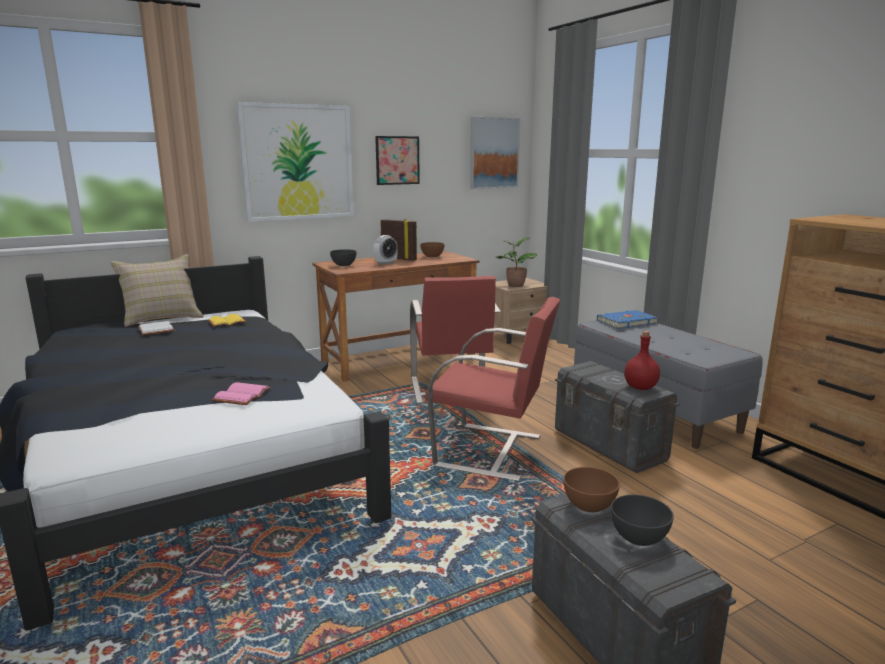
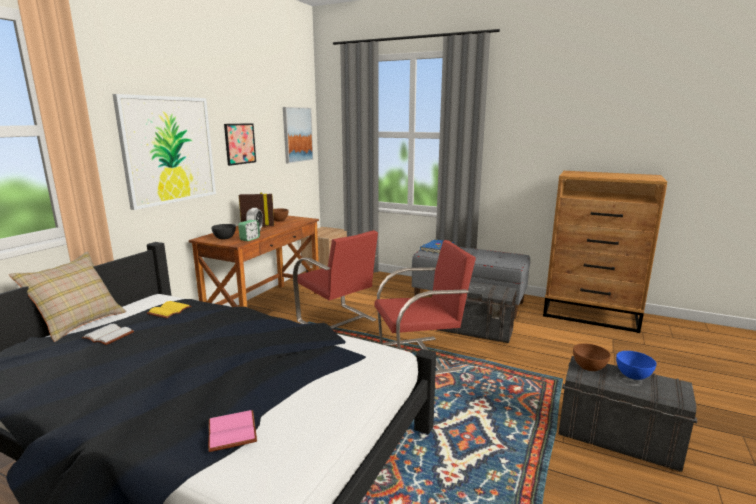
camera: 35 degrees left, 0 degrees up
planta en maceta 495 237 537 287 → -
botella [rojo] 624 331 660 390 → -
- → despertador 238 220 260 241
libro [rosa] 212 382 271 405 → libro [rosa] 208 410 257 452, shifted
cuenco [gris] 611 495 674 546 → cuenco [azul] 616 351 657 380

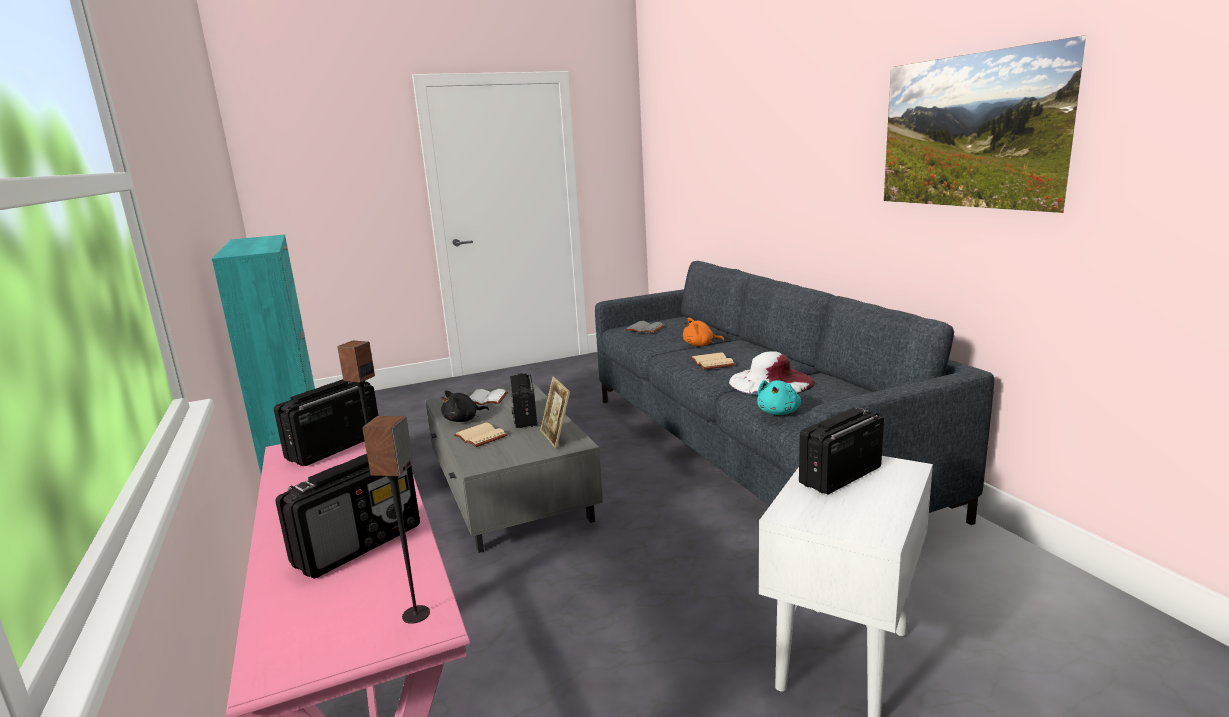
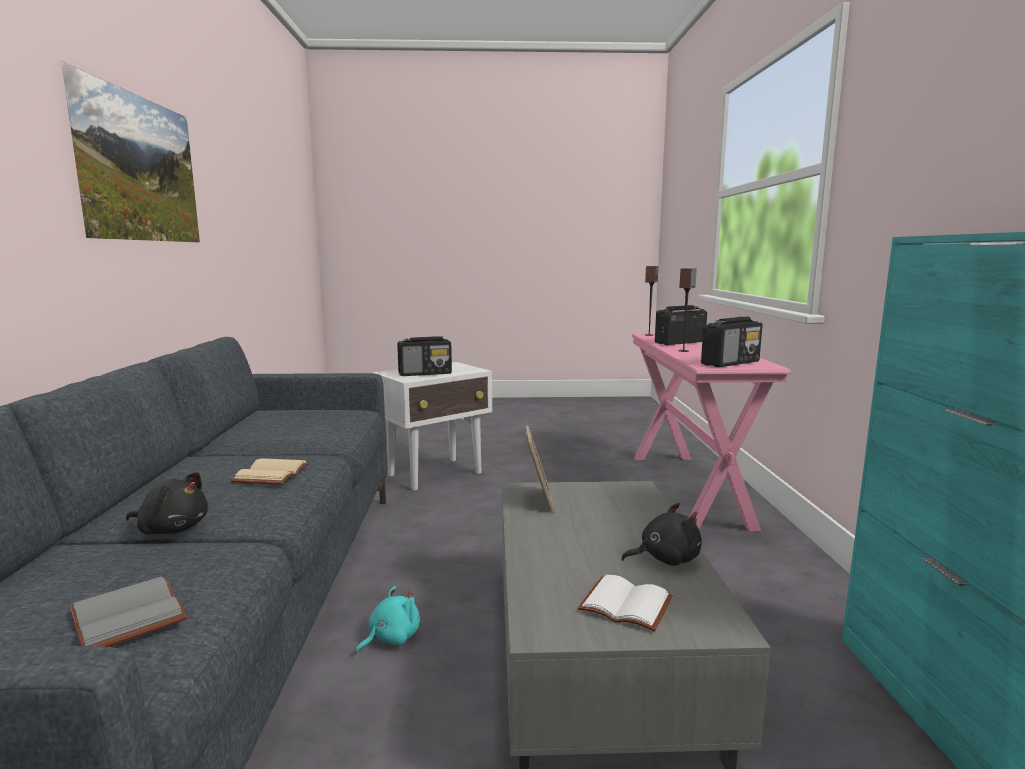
camera: 160 degrees left, 5 degrees down
libro [beis] 454 423 508 447 → -
radio 510 373 537 428 → -
sombrero [blanco] 729 351 815 395 → -
peluche [turquesa] 757 380 801 415 → peluche [turquesa] 355 586 420 654, shifted
peluche [naranja] 683 318 724 346 → peluche [negro] 126 472 208 534

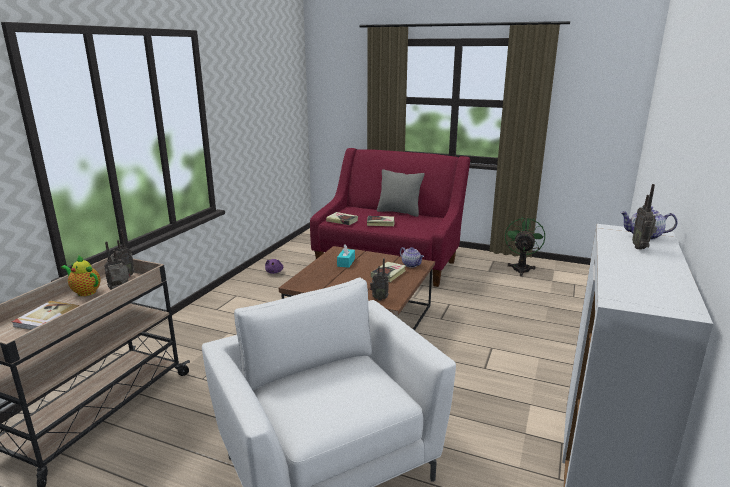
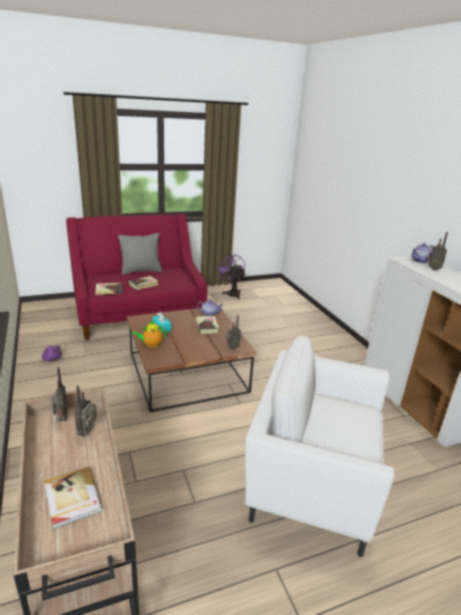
camera: 45 degrees left, 5 degrees up
tetera 61 256 101 296 → tetera 132 320 167 348, shifted
ventilador [verde] 505 217 545 276 → ventilador [morado] 217 254 245 299

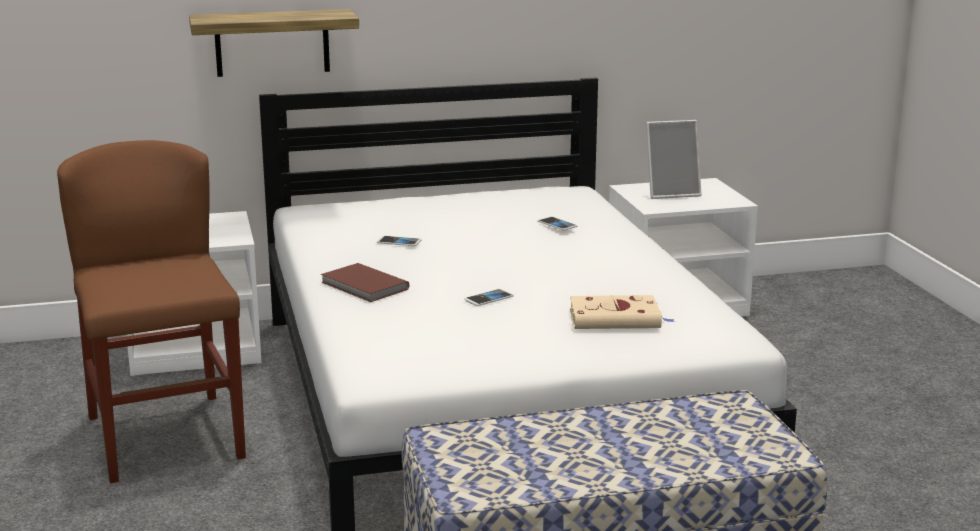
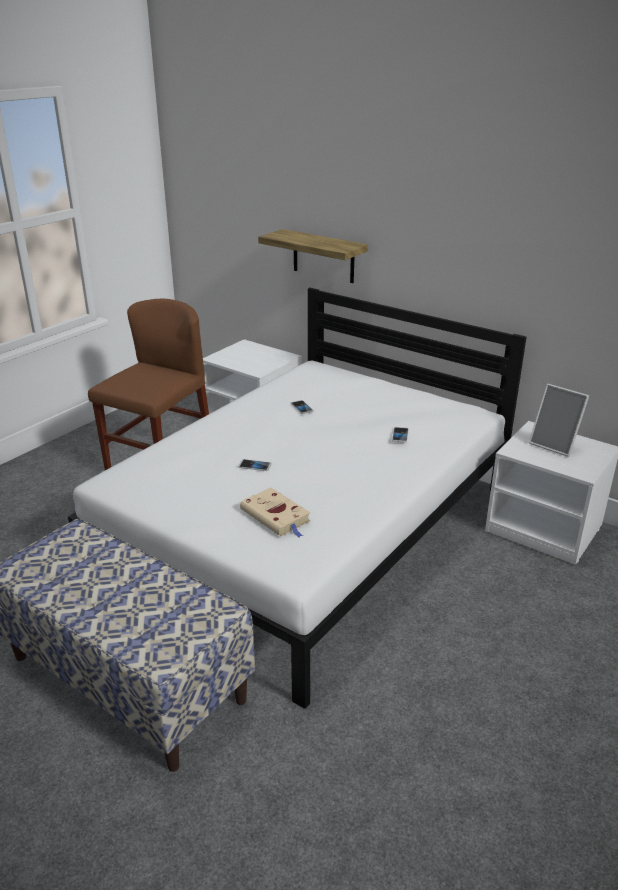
camera: 50 degrees right, 10 degrees up
libro [marrón] 321 263 409 302 → -

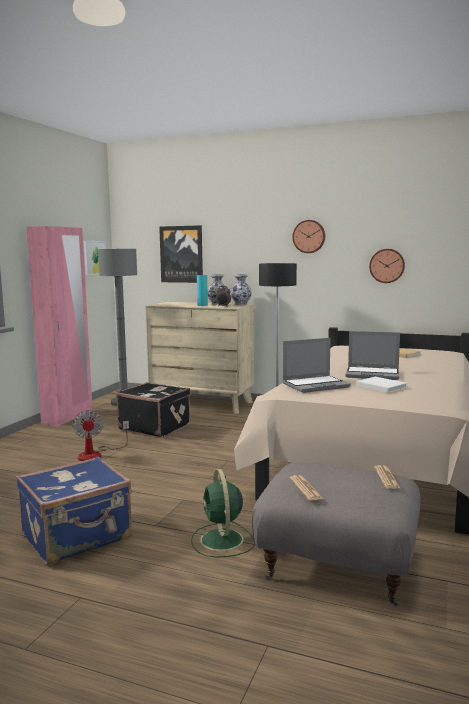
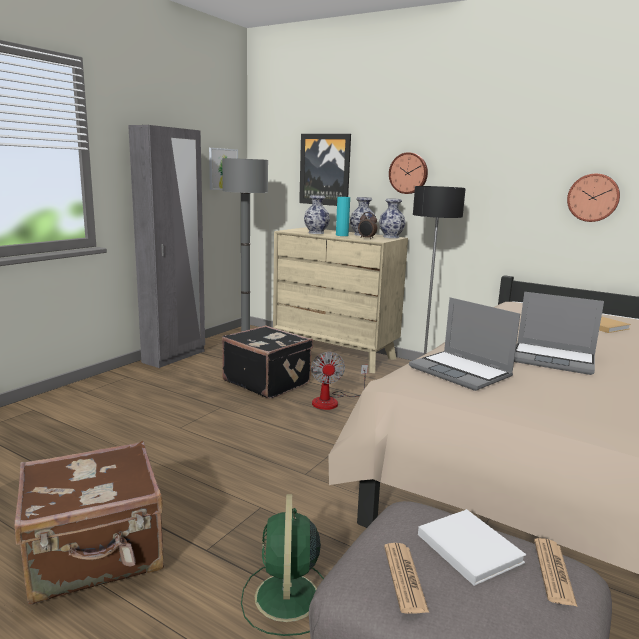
camera: 10 degrees right, 5 degrees up
- → florero 304 195 330 234
ventilador 73 410 129 461 → ventilador 311 352 368 410, shifted
reloj de pared 292 220 325 253 → reloj de pared 389 152 428 194, shifted
libro [blanco] 356 377 407 393 → libro [blanco] 418 509 526 586, shifted
maleta [azul] 16 456 132 565 → maleta [marrón] 15 441 164 605
armario ropero [rosa] 27 226 92 426 → armario ropero [gris] 128 125 205 368
portátil 282 338 351 393 → portátil 409 297 520 391, 60 degrees clockwise

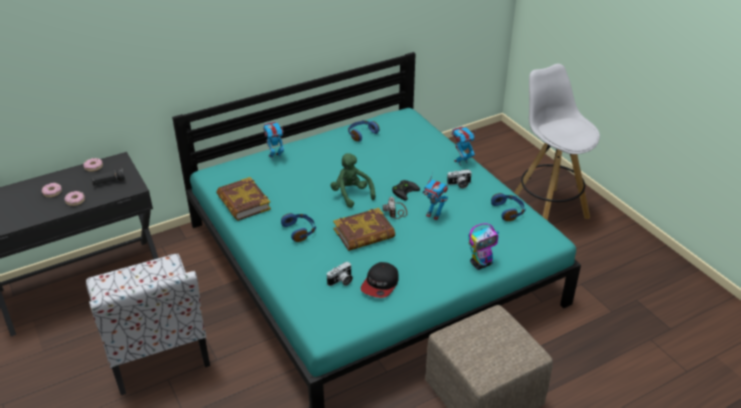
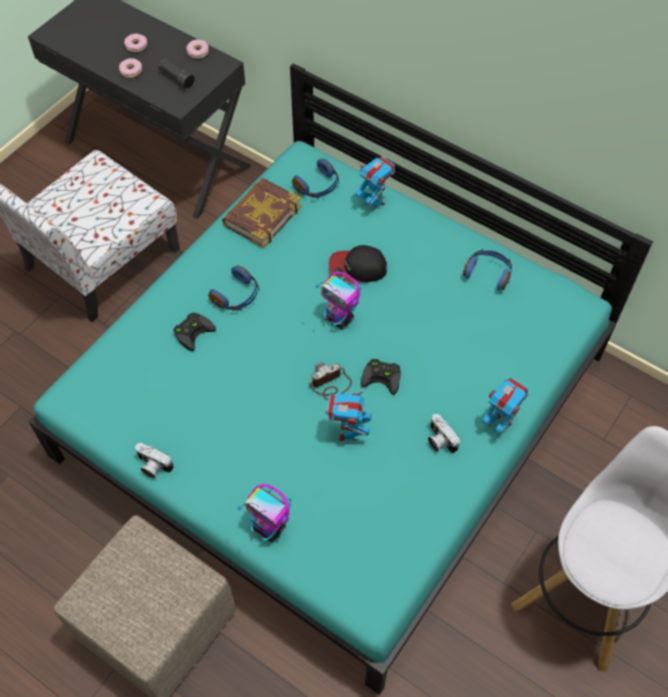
camera: 65 degrees right, 20 degrees up
libro 333 208 395 251 → -
- → mando de consola [negro] 173 312 216 351
cámara 327 262 353 286 → cámara 135 443 174 478, shifted
gorra 361 262 399 298 → gorra 329 245 387 283, shifted
auriculares [azul] 491 193 526 221 → auriculares [azul] 292 159 339 198, shifted
peluche [verde] 330 153 375 208 → robot de juguete 316 272 361 329

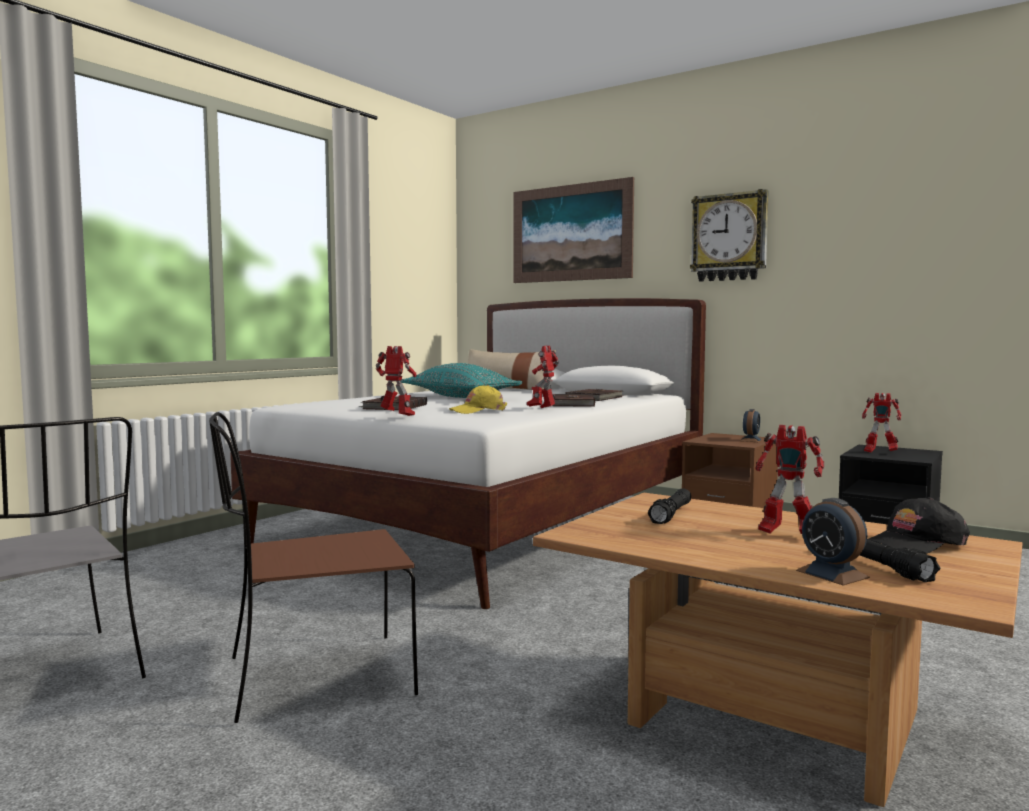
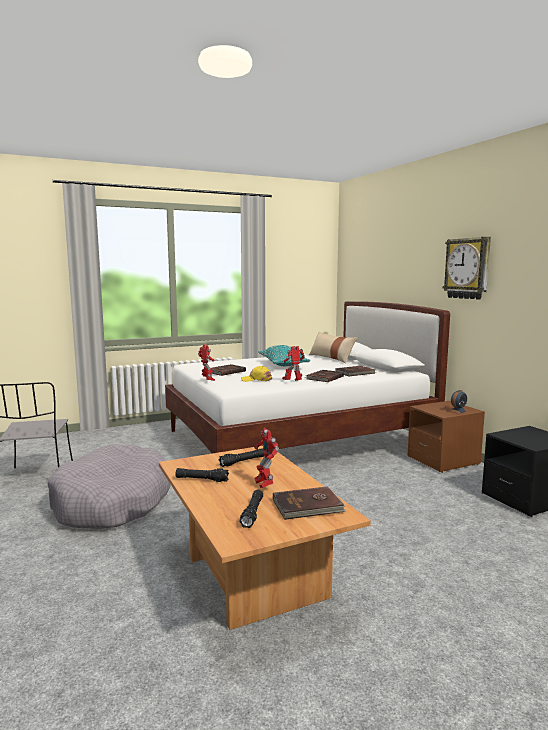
camera: 30 degrees right, 5 degrees up
cuadro 513 177 634 283 → -
despertador 796 498 870 585 → -
robot de juguete 862 393 901 453 → -
- → linterna [negro] 175 468 229 482
silla [marrón] 209 412 418 723 → cama para perro [gris] 47 444 171 529
gorra [negro] 867 497 970 554 → libro [marrón] 273 486 346 520

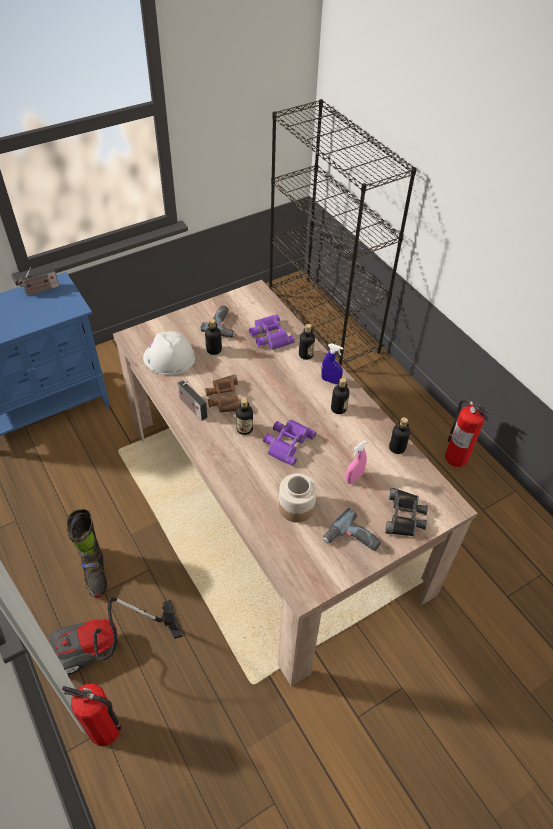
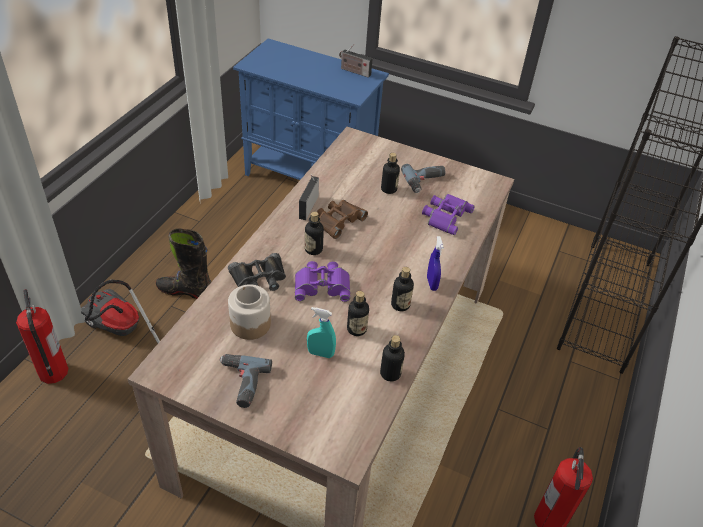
camera: 55 degrees right, 5 degrees down
casco [blanco] 143 331 195 375 → -
botella 299 324 315 360 → botella 347 291 369 336, shifted
prismáticos [negro] 385 488 428 536 → prismáticos [negro] 228 253 286 291, shifted
pulverizador [rosa] 346 441 367 484 → pulverizador [turquesa] 307 307 336 358
bota [negro] 67 509 107 598 → bota [negro] 155 228 211 299, 60 degrees clockwise

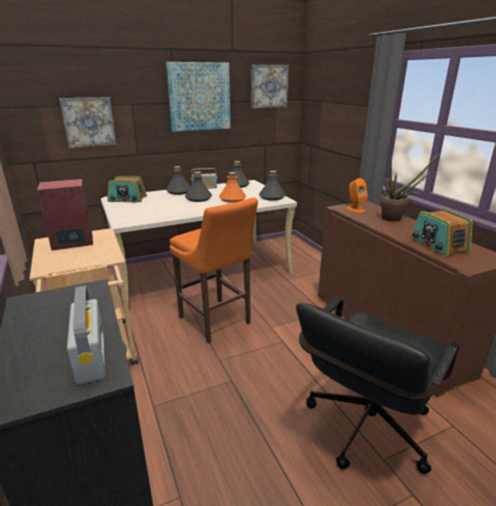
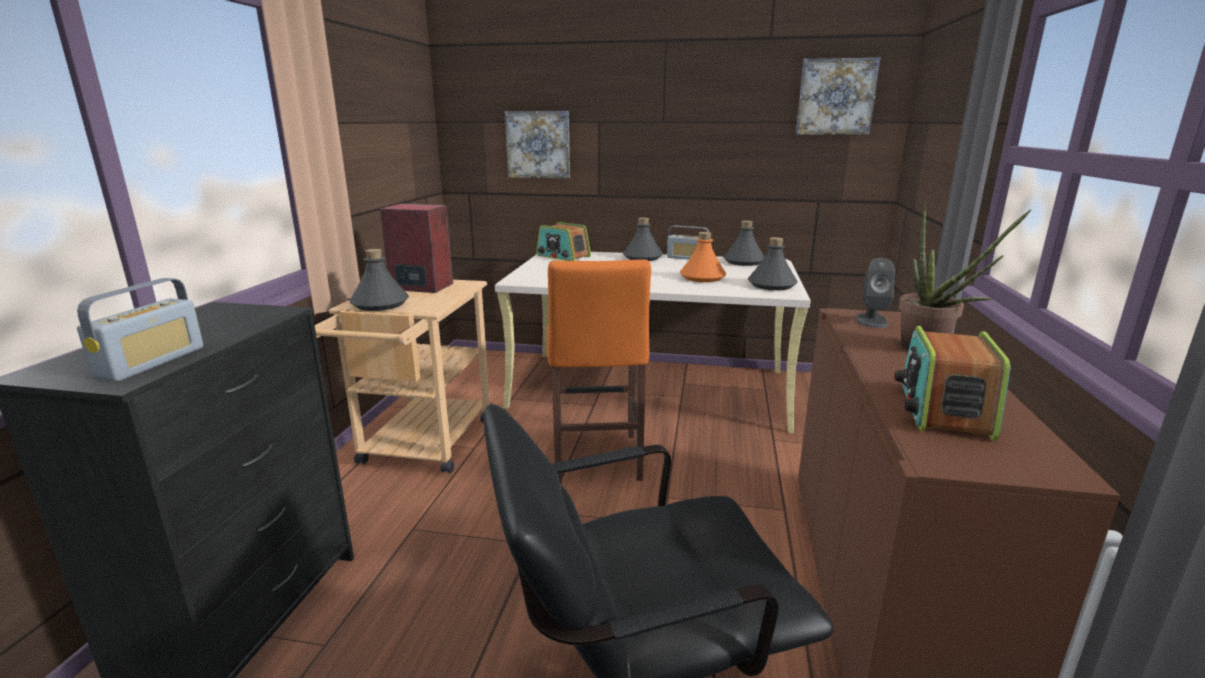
camera: 35 degrees right, 5 degrees down
cuadro 166 62 230 132 → -
botella [gris] 185 171 212 202 → botella [gris] 349 249 409 311, shifted
altavoz [naranja] 346 178 368 213 → altavoz [gris] 856 258 895 328

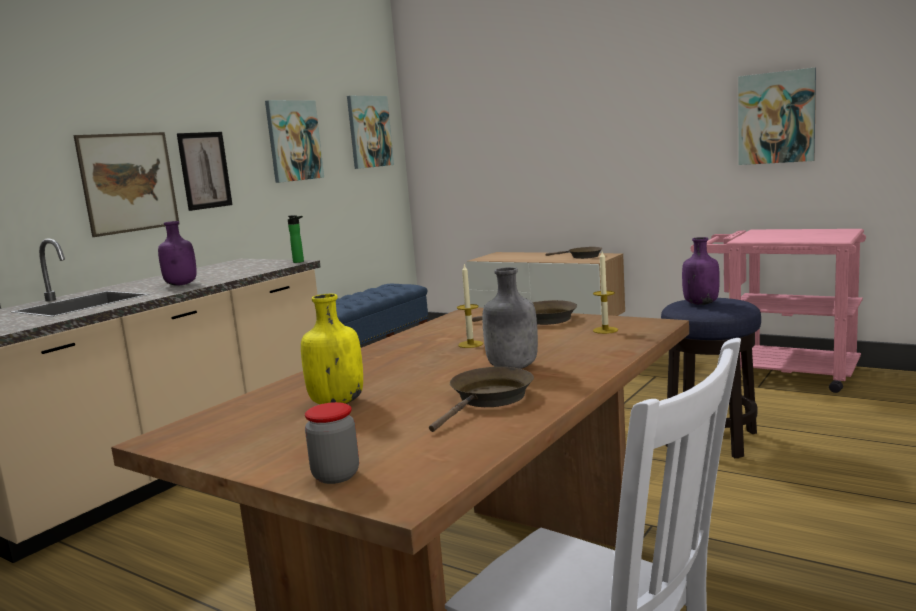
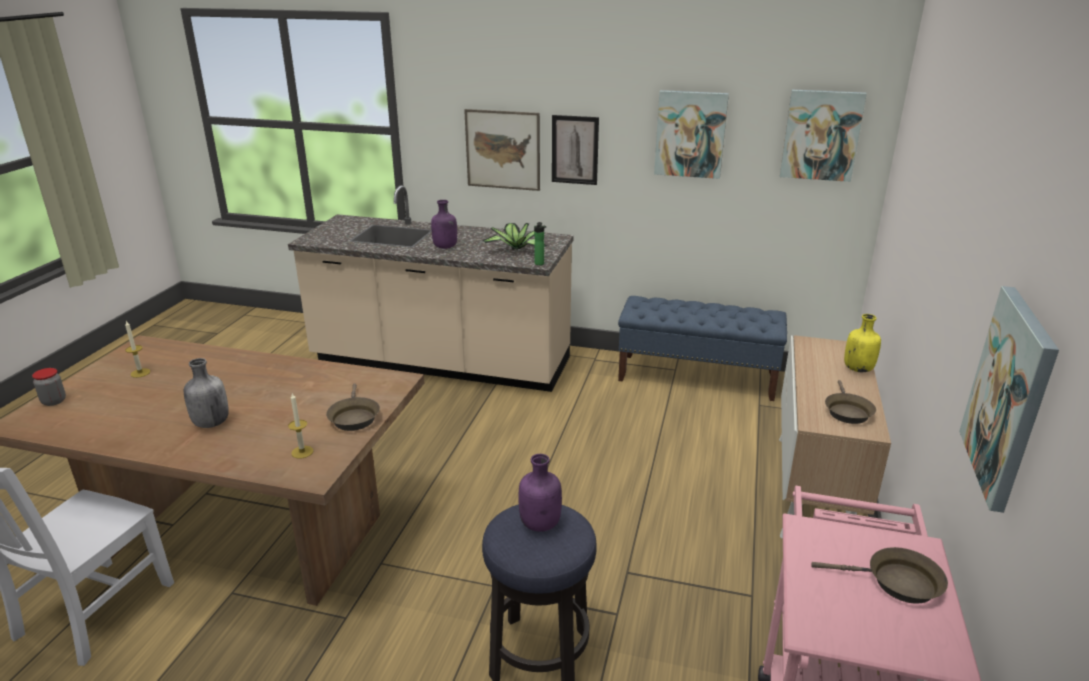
camera: 70 degrees right, 15 degrees up
- → planta en maceta 483 223 547 250
botella [amarillo] 301 294 363 404 → botella [amarillo] 844 314 881 372, shifted
sartén [marrón] 429 367 534 432 → sartén [marrón] 812 547 948 604, shifted
vela 457 265 483 348 → vela 125 321 150 378, shifted

